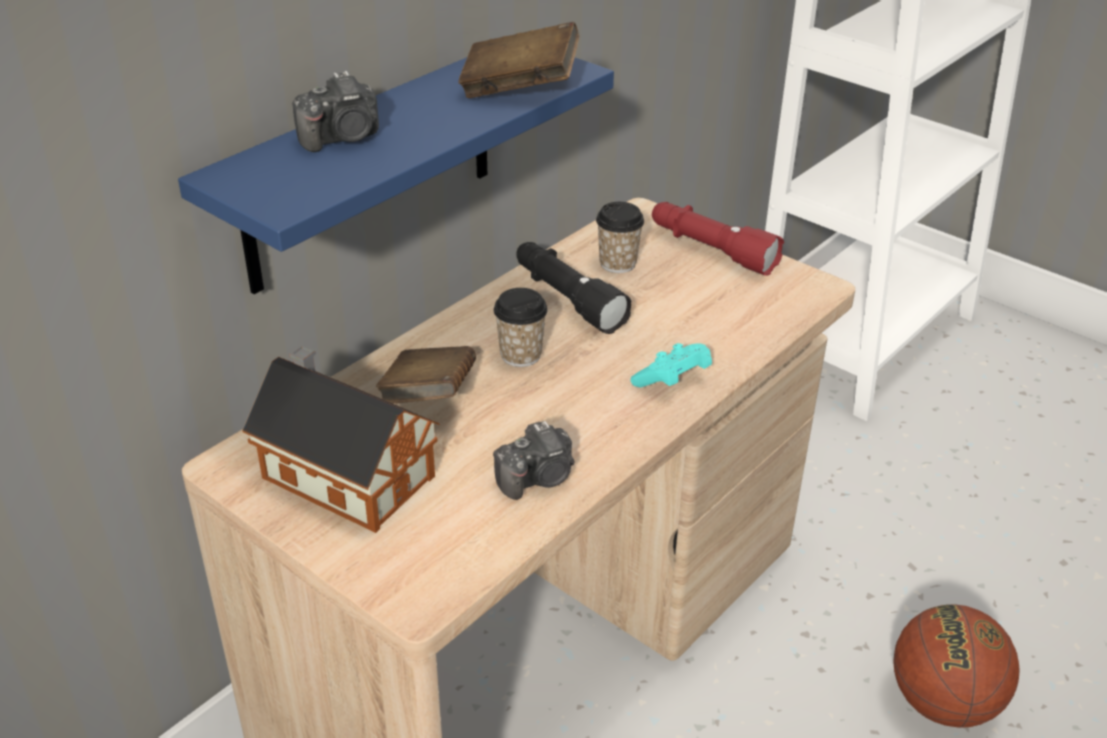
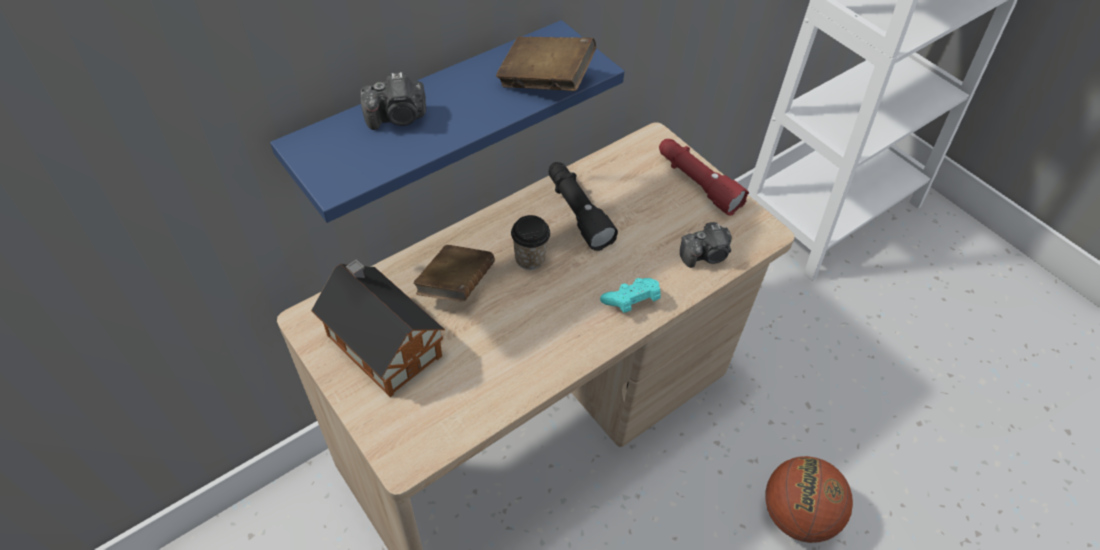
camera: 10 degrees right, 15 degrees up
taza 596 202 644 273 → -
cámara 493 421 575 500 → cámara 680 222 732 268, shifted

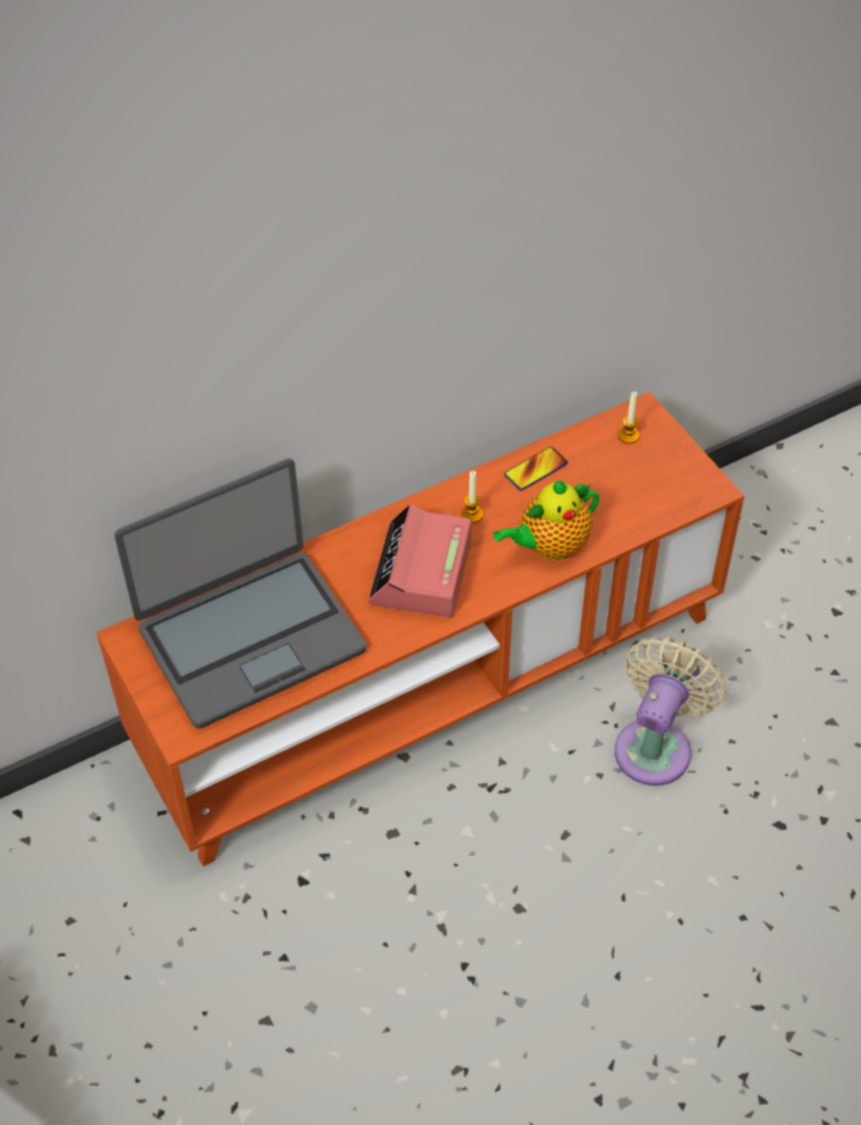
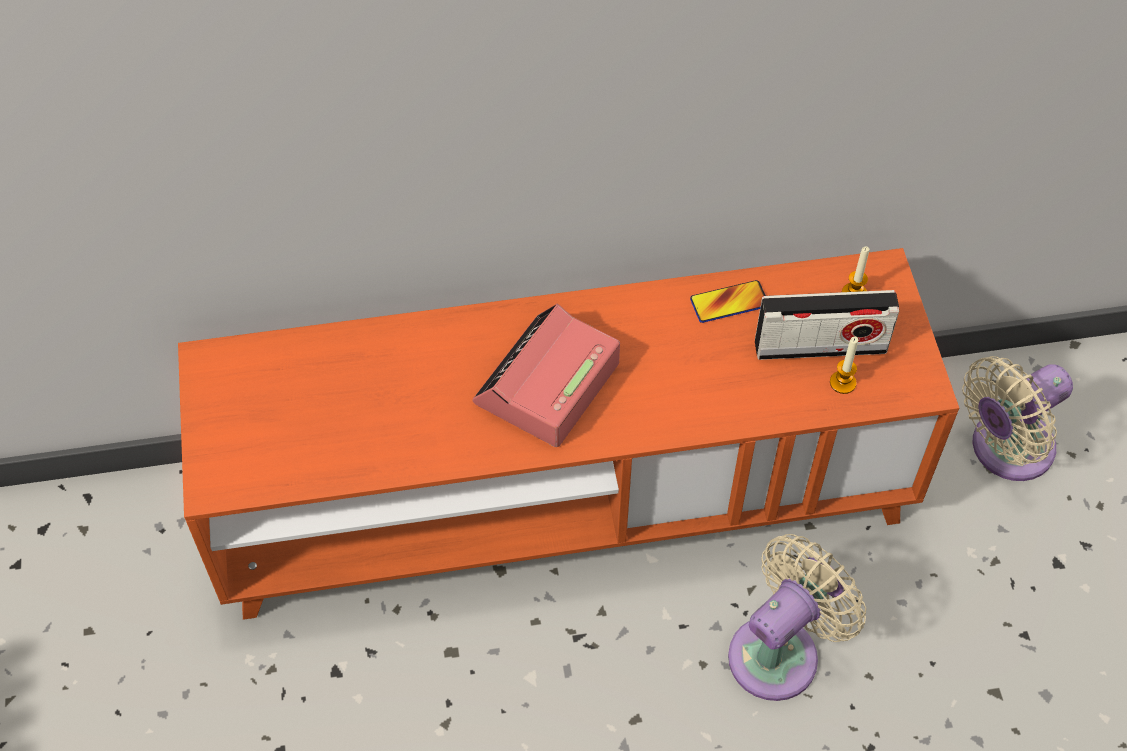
camera: 20 degrees right, 5 degrees up
portátil 115 459 366 729 → -
tetera 493 480 599 560 → -
- → radio 755 290 899 360
- → ventilador [beis] 962 356 1073 481
vela 461 471 483 523 → vela 830 337 858 394, shifted

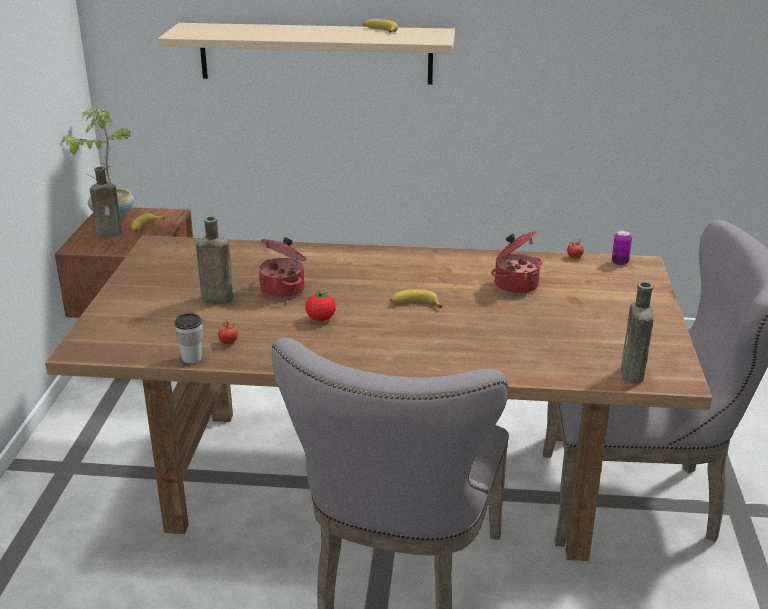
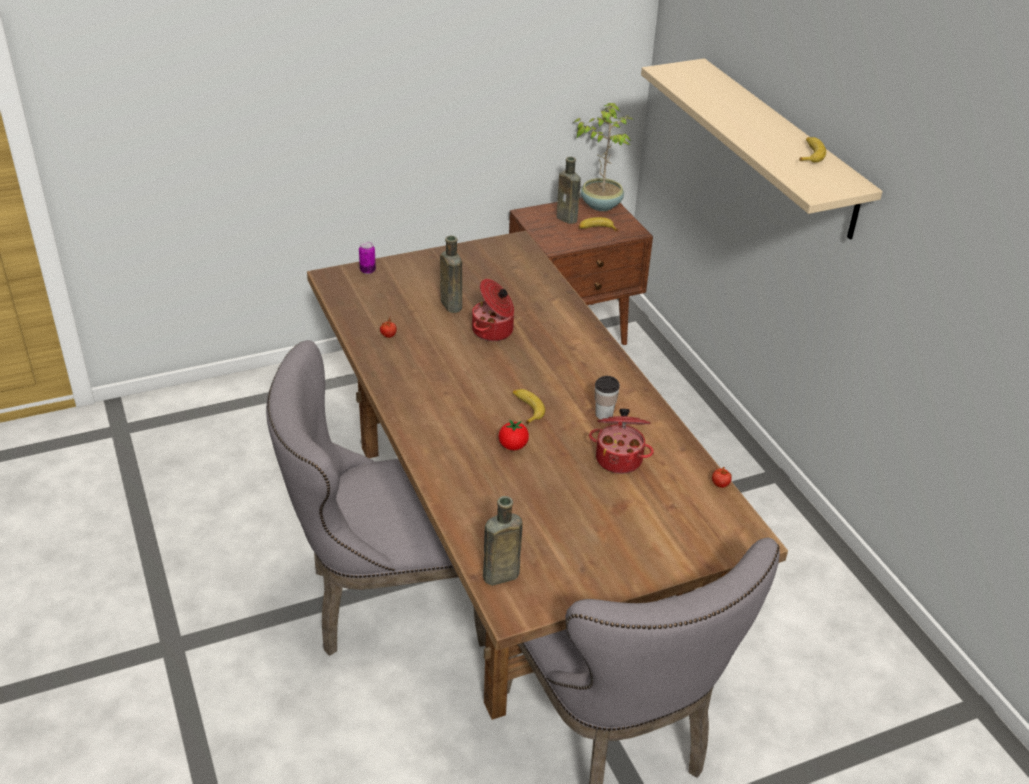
camera: 60 degrees right, 10 degrees up
taza 174 313 203 364 → taza 595 376 620 419, shifted
tomate 306 290 336 321 → tomate 499 420 529 450, shifted
lata 612 230 632 265 → lata 359 242 376 274, shifted

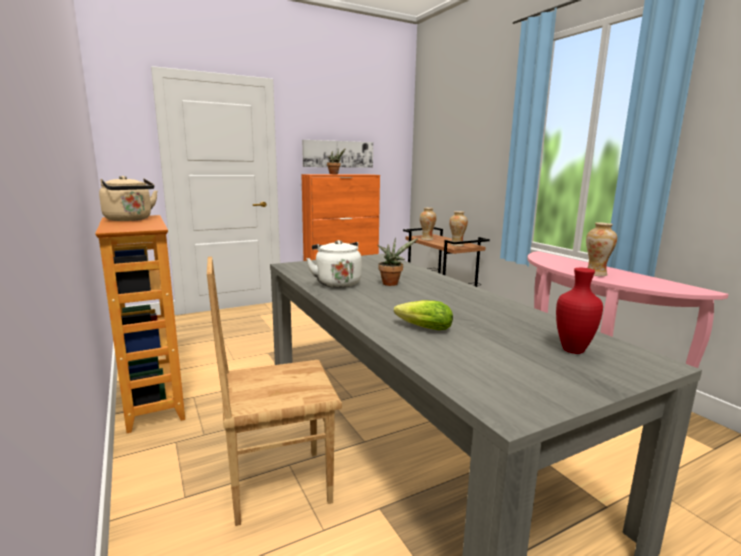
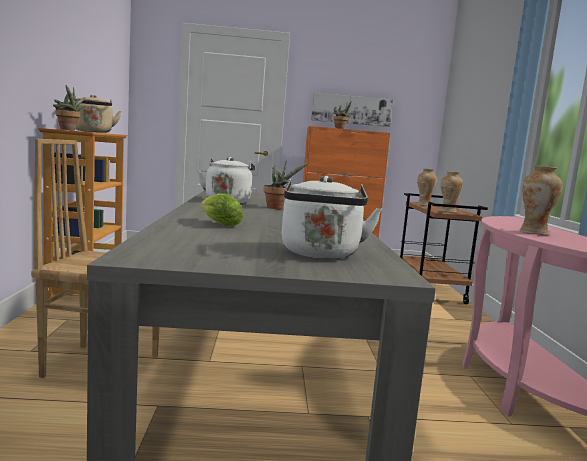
camera: 25 degrees right, 5 degrees down
- → planta en maceta 53 85 86 131
florero [rojo] 556 268 603 354 → hervidor [blanco] 282 176 382 259

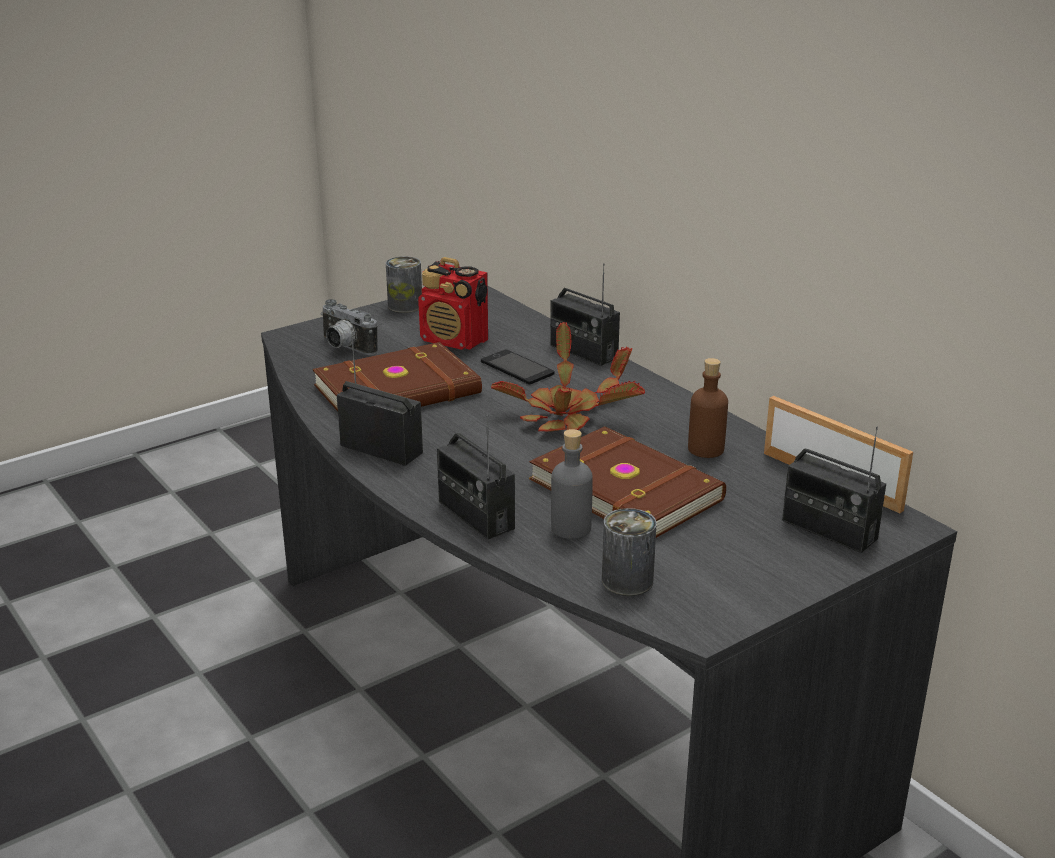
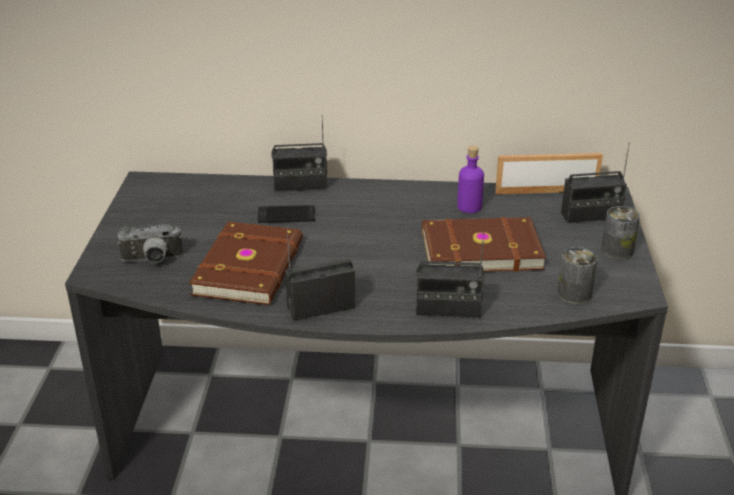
camera: 50 degrees left, 5 degrees up
radio 418 257 488 350 → -
planta en maceta 491 322 645 431 → -
botella [gris] 551 429 593 539 → -
lata 386 256 422 313 → lata 601 206 640 259, shifted
botella [marrón] 688 358 728 458 → botella [morado] 457 146 484 213

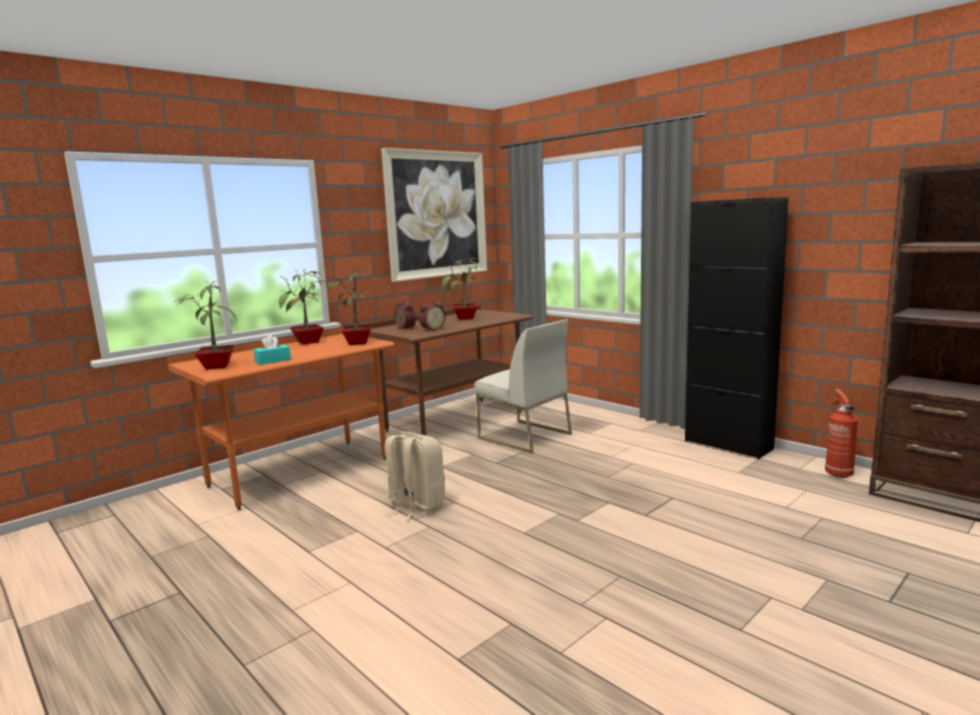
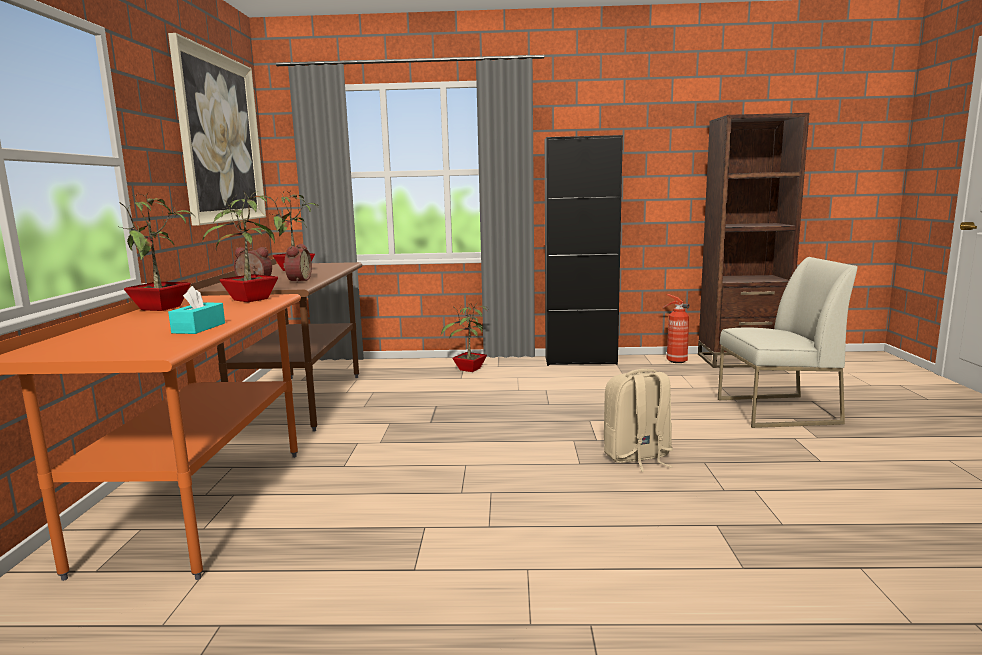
camera: 45 degrees left, 0 degrees up
planta en maceta 173 281 237 369 → planta en maceta 441 302 488 372, shifted
mochila [beis] 385 432 445 521 → mochila [beis] 604 369 673 472, shifted
silla [blanco] 474 319 572 453 → silla [blanco] 718 257 858 428, shifted

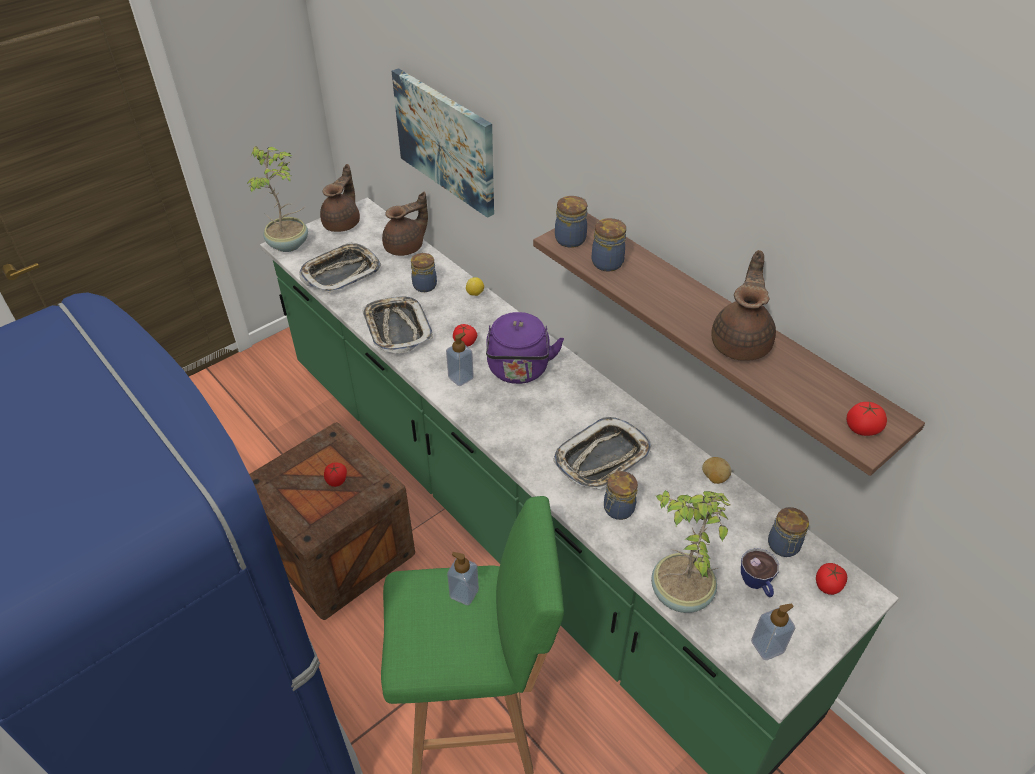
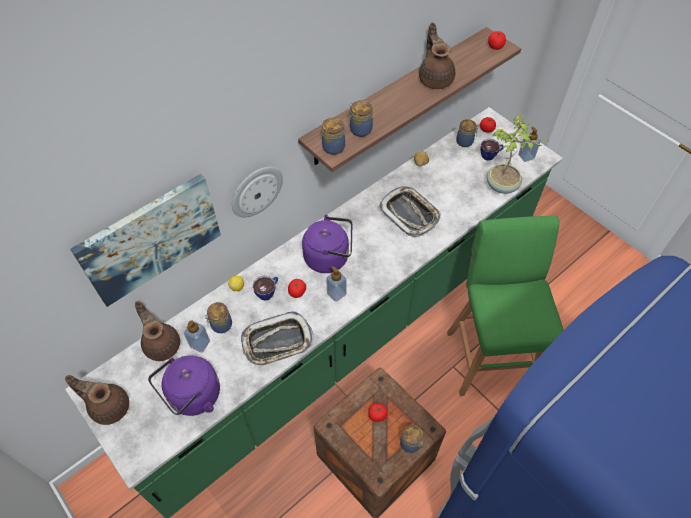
camera: 90 degrees left, 10 degrees up
planta en maceta 245 146 308 252 → -
- → reloj de pared 232 167 283 217
- → taza 252 276 278 301
dispensador de jabón 447 552 479 605 → dispensador de jabón 184 320 210 352, shifted
tarro 604 471 638 520 → tarro 400 424 423 453, shifted
bandeja 299 242 381 293 → hervidor [morado] 148 355 220 416
tetera [marrón] 711 250 776 361 → tetera [marrón] 419 22 455 89, 60 degrees clockwise

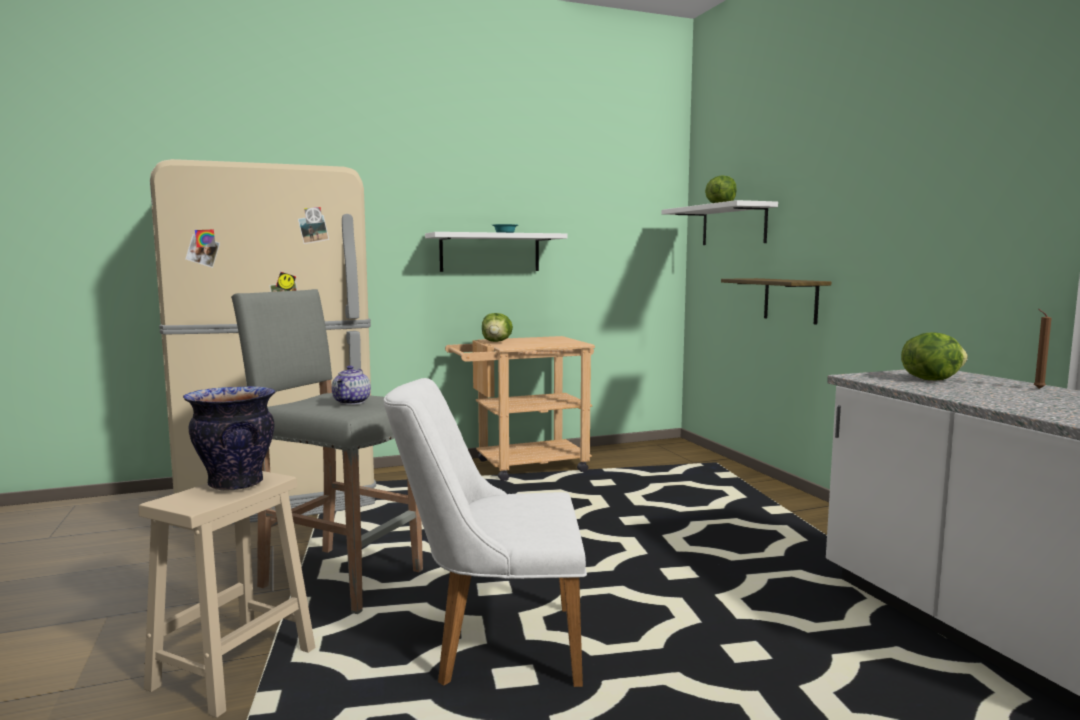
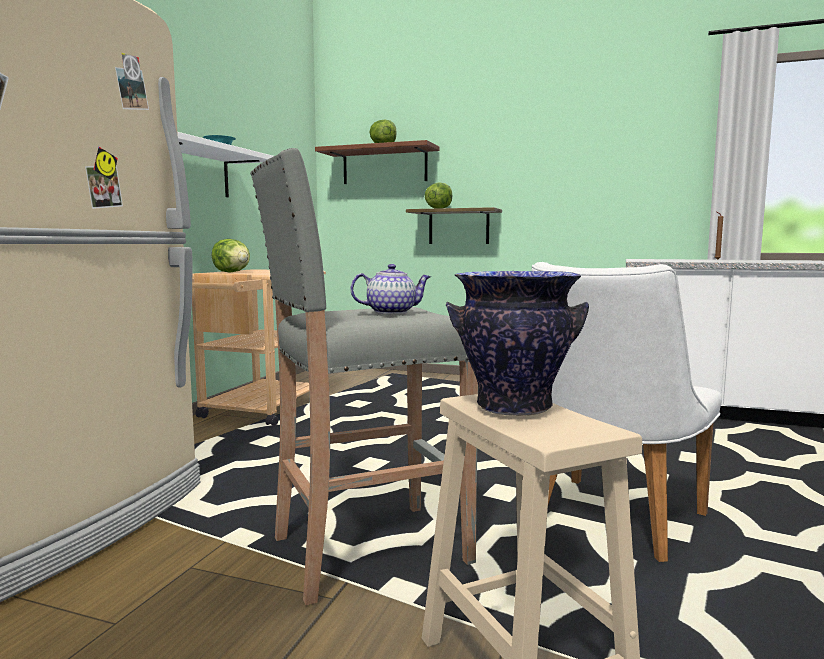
camera: 50 degrees left, 0 degrees up
lechuga 901 332 968 380 → lechuga 425 183 452 209, shifted
estante [blanco] 662 200 778 245 → estante [marrón] 315 140 439 184
tetera 332 365 371 405 → tetera 351 264 431 314, 60 degrees counterclockwise

